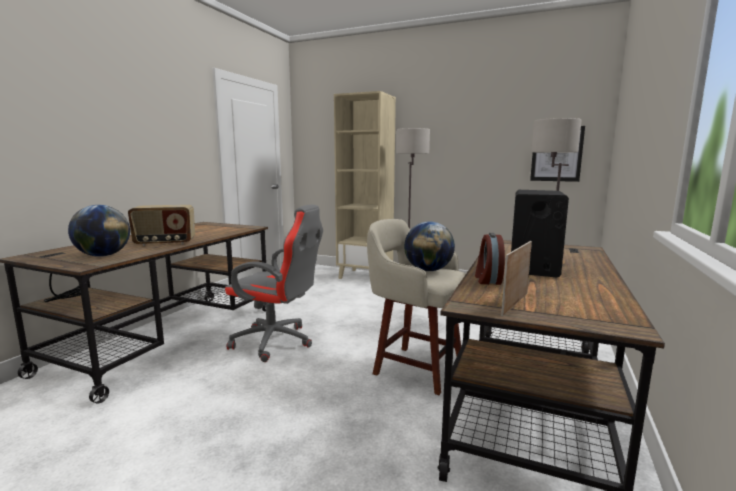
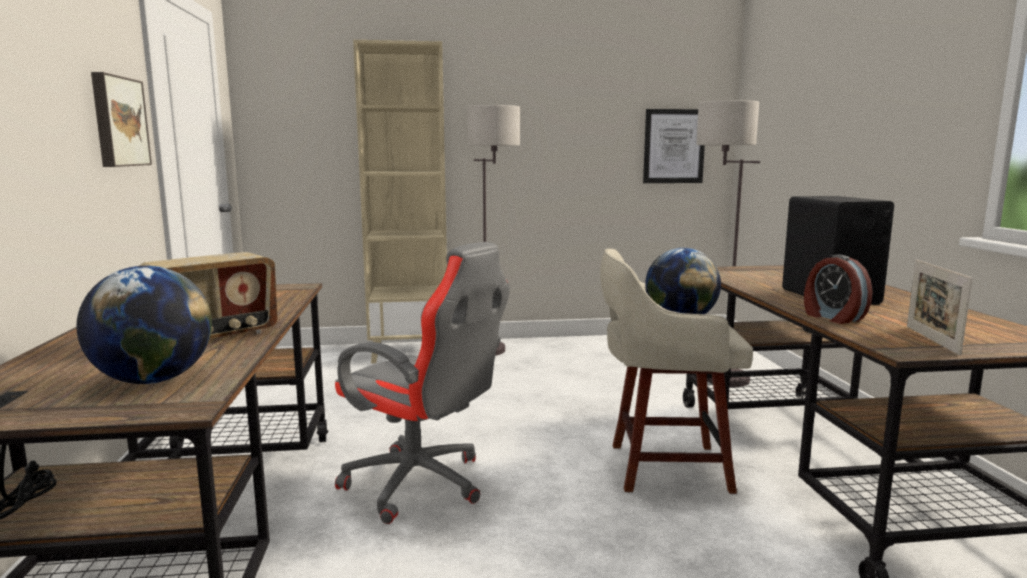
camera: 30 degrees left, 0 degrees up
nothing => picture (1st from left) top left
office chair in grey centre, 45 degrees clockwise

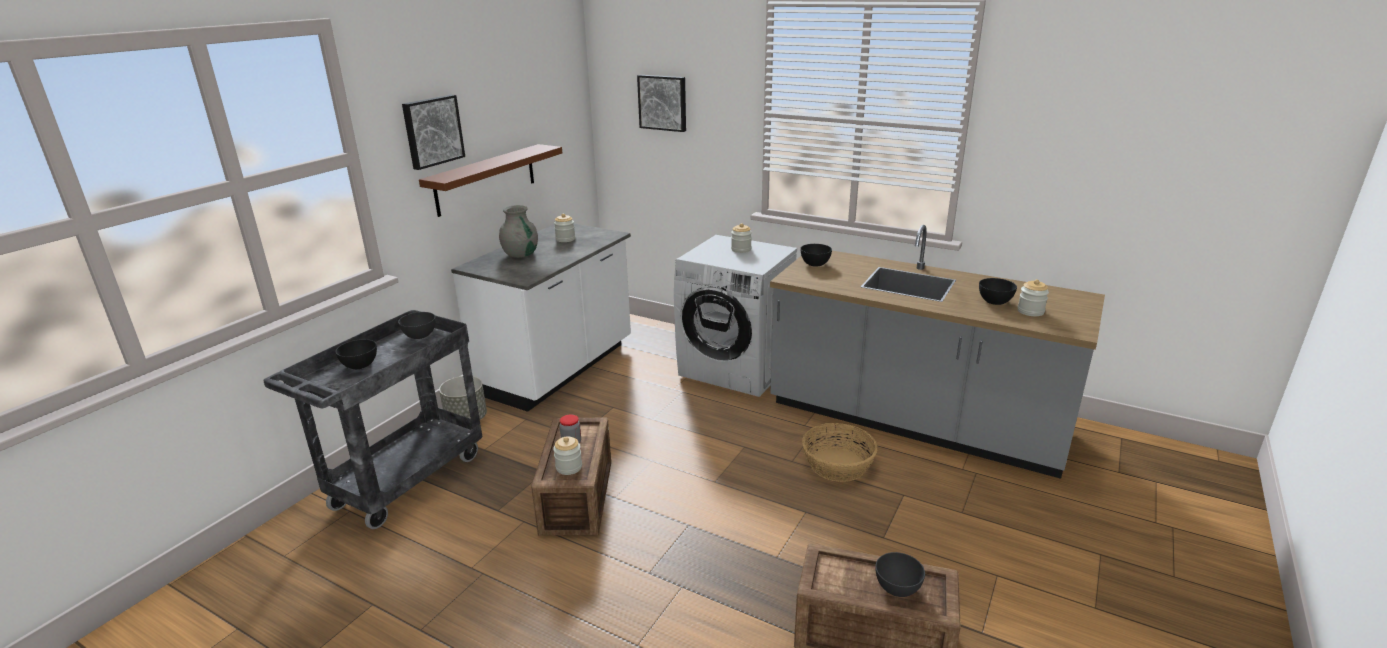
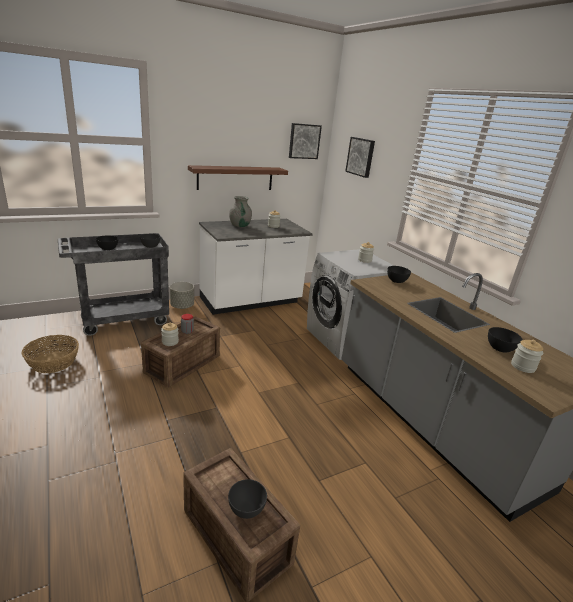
camera: 30 degrees right, 0 degrees up
basket bottom centre => basket middle left, moved
picture (1st from left) top left => picture (1st from left) top centre, moved

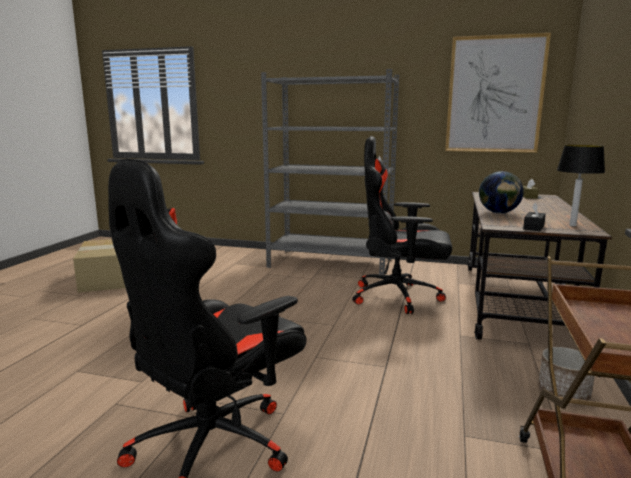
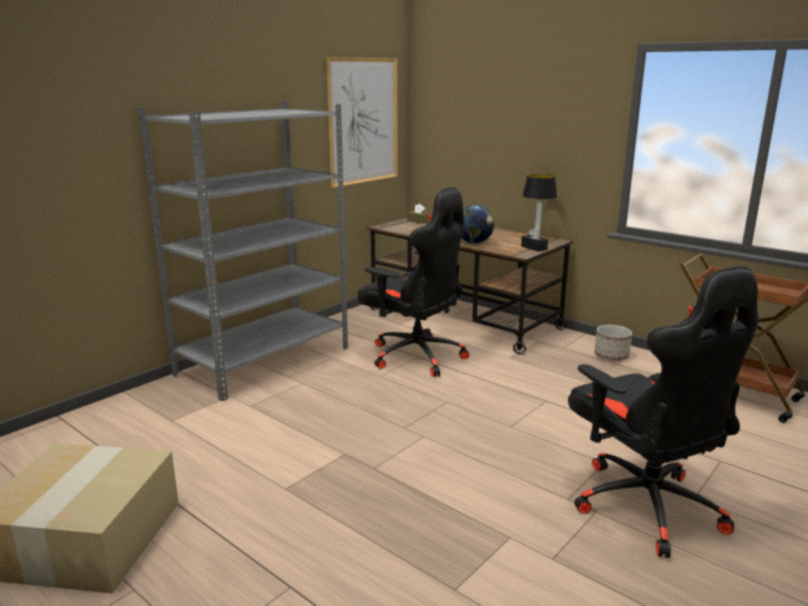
camera: 65 degrees left, 5 degrees up
office chair in black (2nd from left in the first image) centre => office chair in black (1st from left) centre, 90 degrees counterclockwise

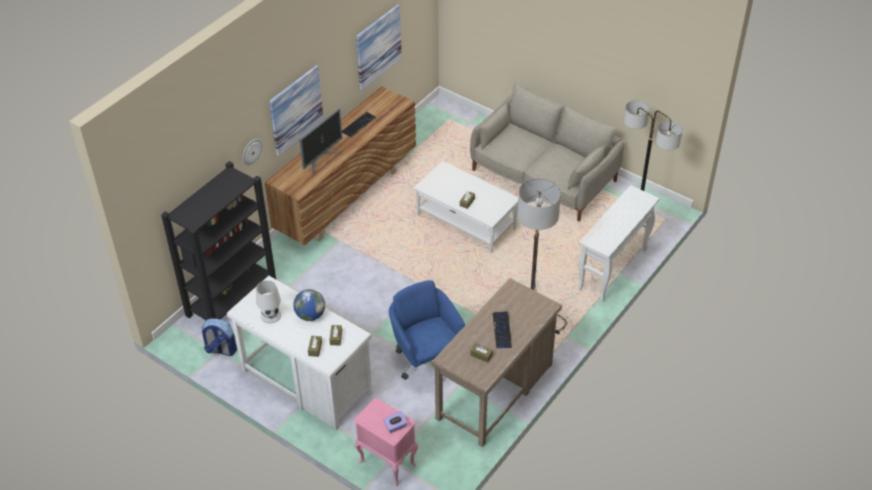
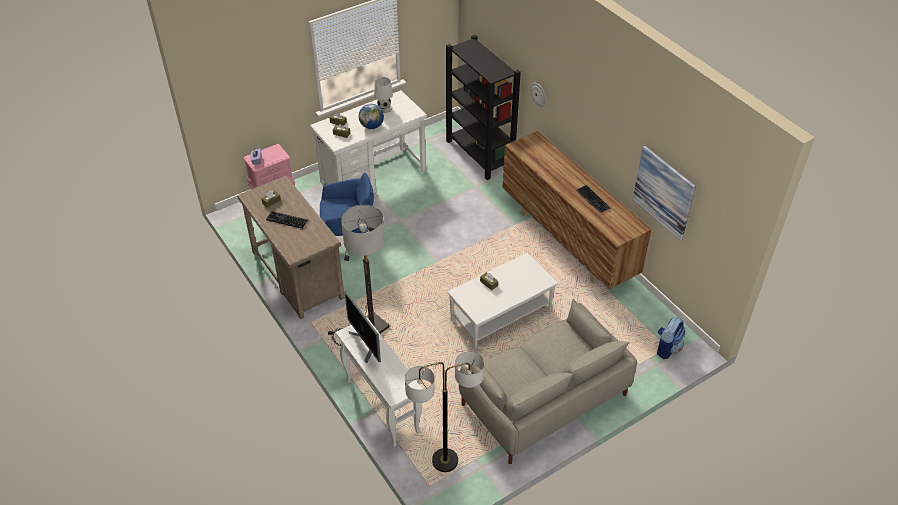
camera: 110 degrees right, 0 degrees up
monitor top centre => monitor centre, moved
backpack bottom left => backpack bottom right, moved
picture (1st from left) top centre => nothing

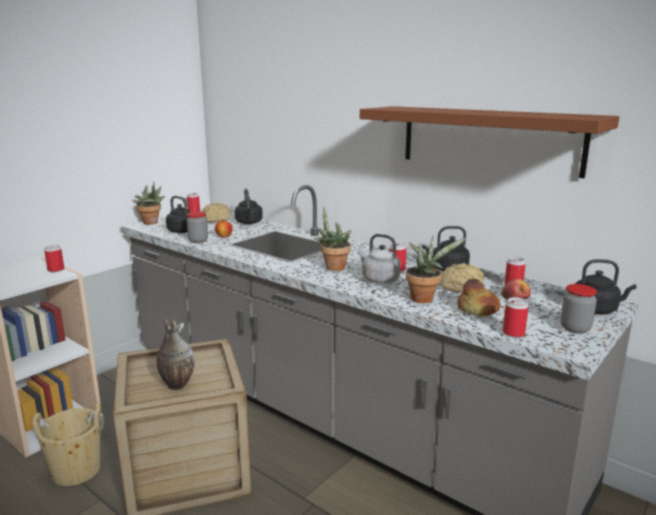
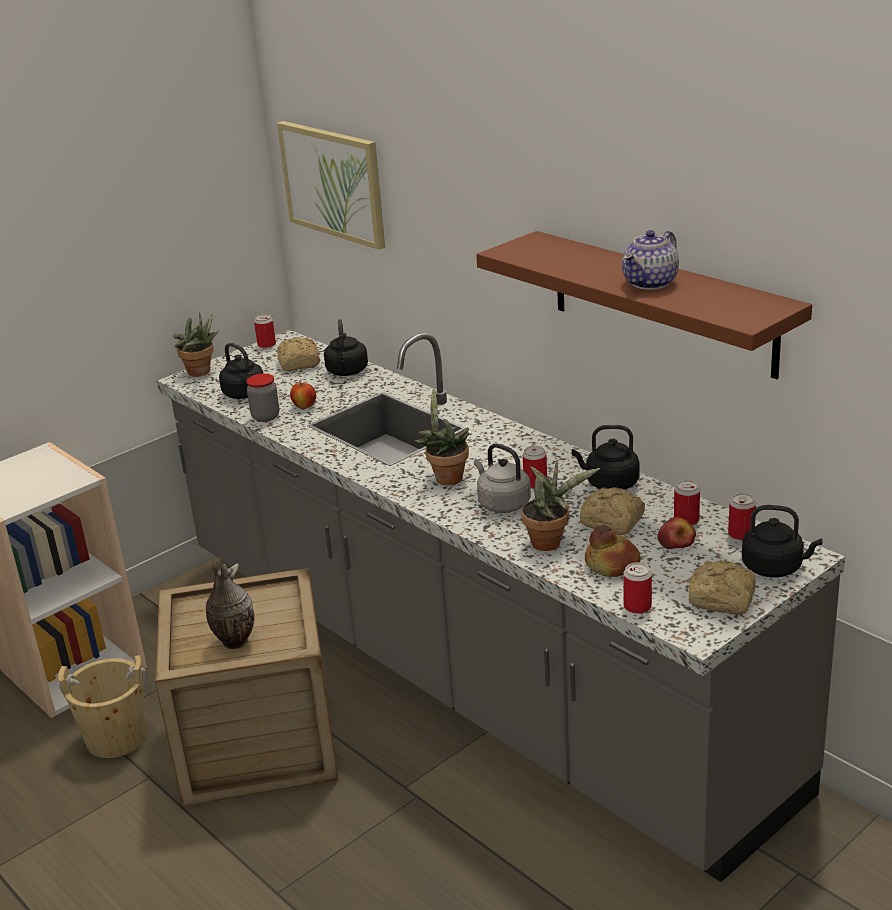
camera: 10 degrees right, 10 degrees up
nothing => picture top centre
nothing => teapot top right
jar (2nd from left) middle right => bread (4th from left) middle right
can (1st from left in the first image) middle left => can (5th from left) middle right, moved

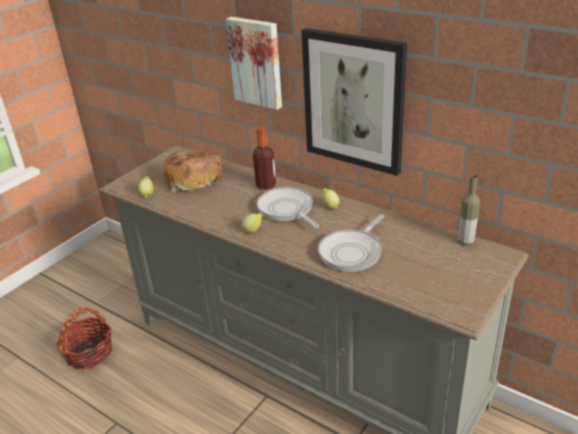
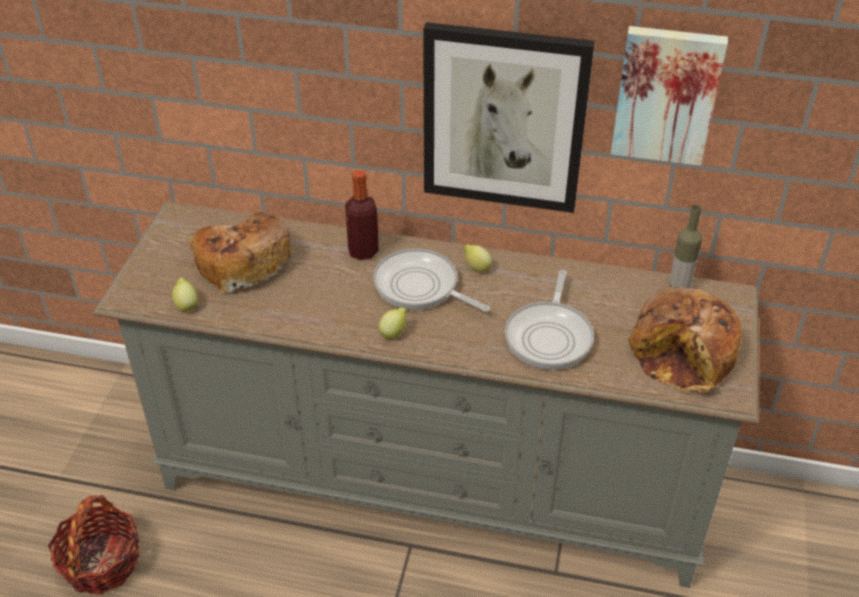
camera: 25 degrees left, 10 degrees up
picture (1st from left in the first image) top centre => picture (2nd from left) top right, moved
nothing => bread (2nd from left) middle right

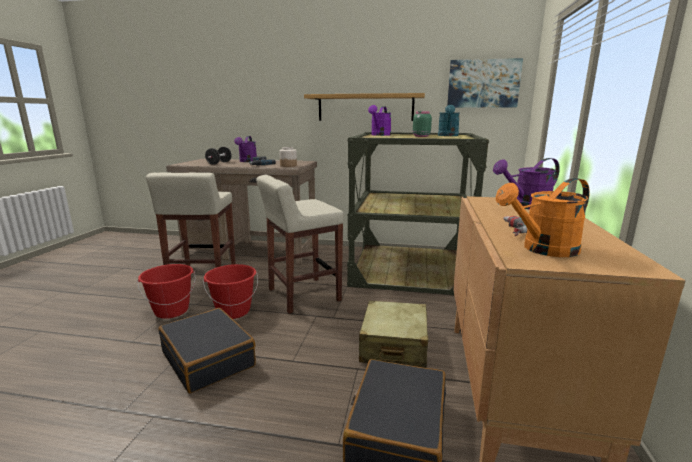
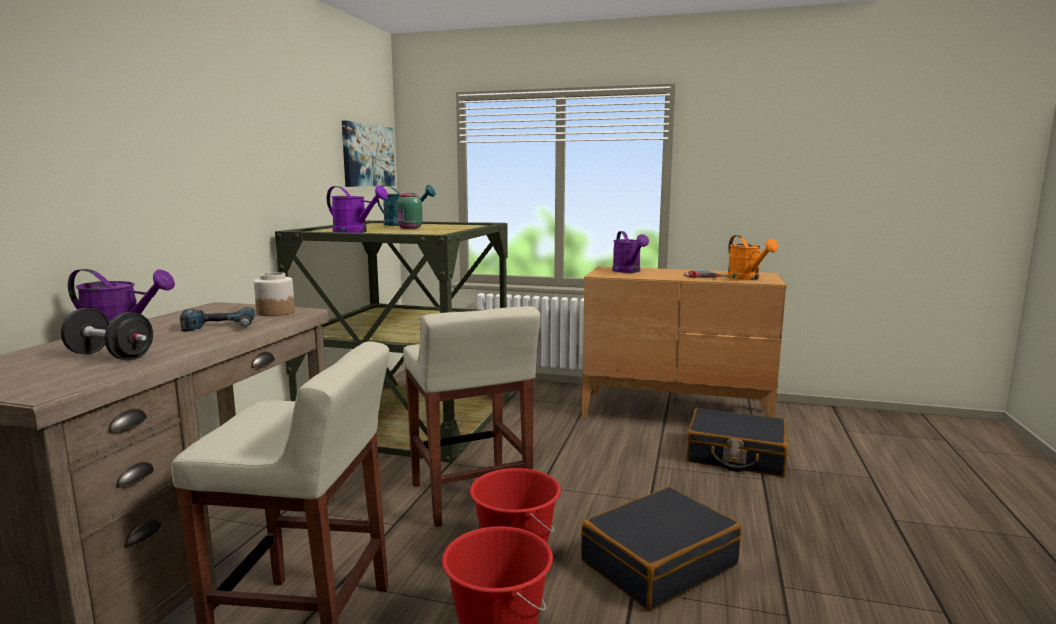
camera: 85 degrees left, 5 degrees down
shelf top centre => nothing
suitcase in beige bottom centre => nothing

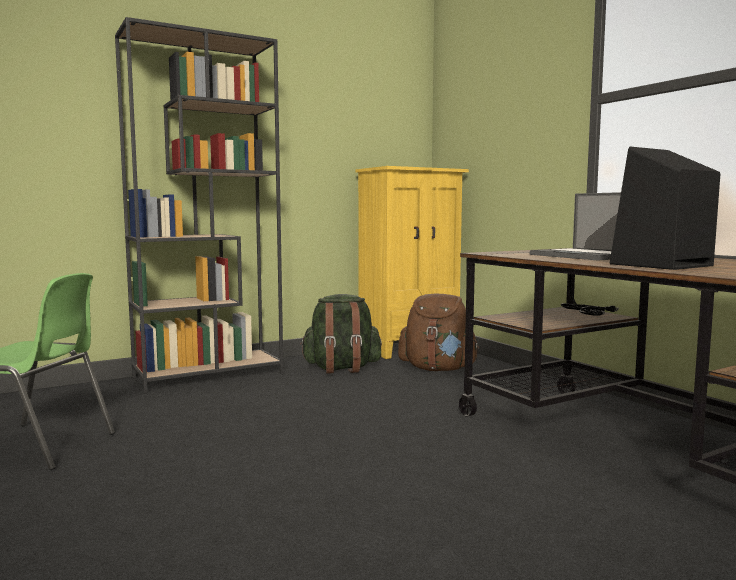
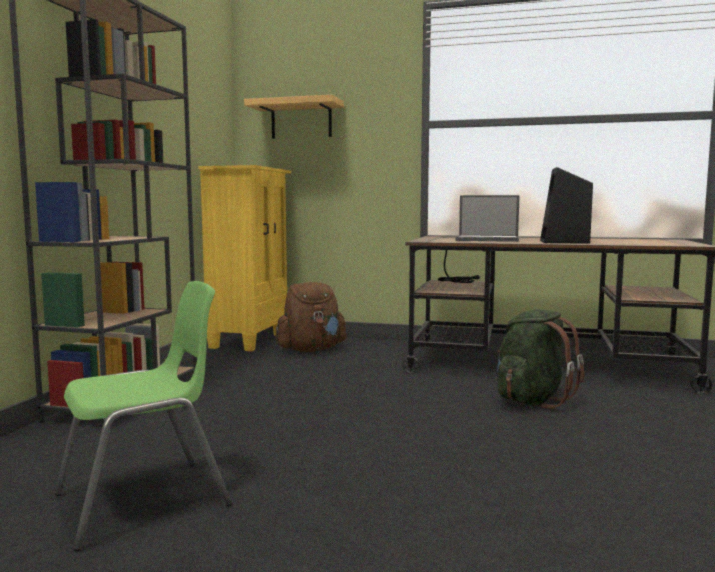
camera: 45 degrees left, 0 degrees up
nothing => shelf top centre
backpack in green centre => backpack in green middle right, moved

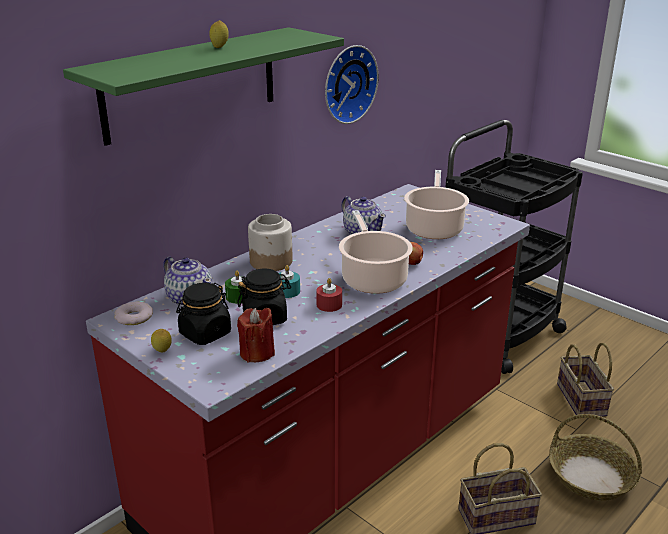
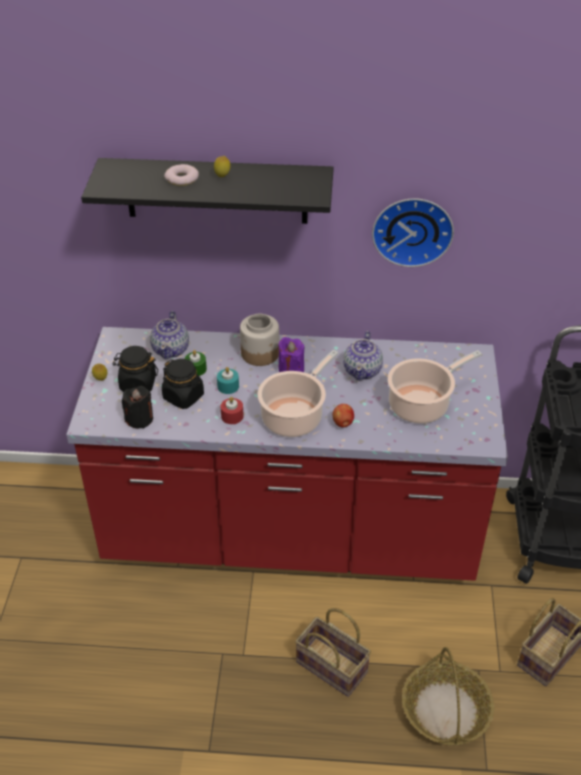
camera: 50 degrees right, 15 degrees up
shelf in green top left => shelf in black top centre
candle in red (1st from left) centre => candle in black middle left
donut middle left => donut top left, moved
nothing => candle in purple centre

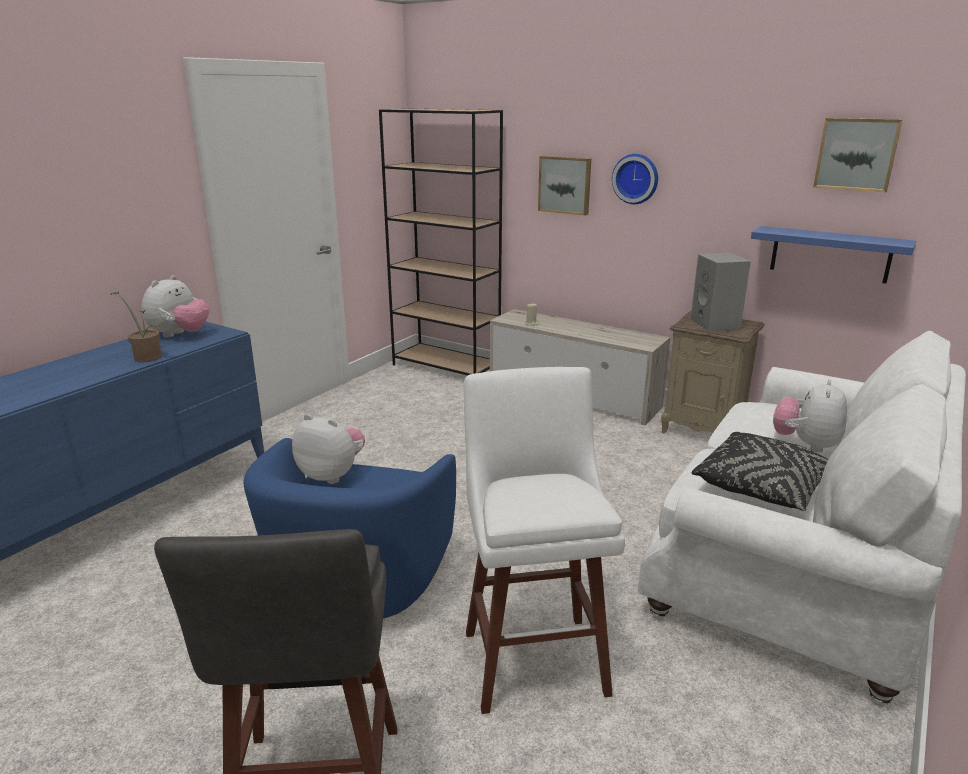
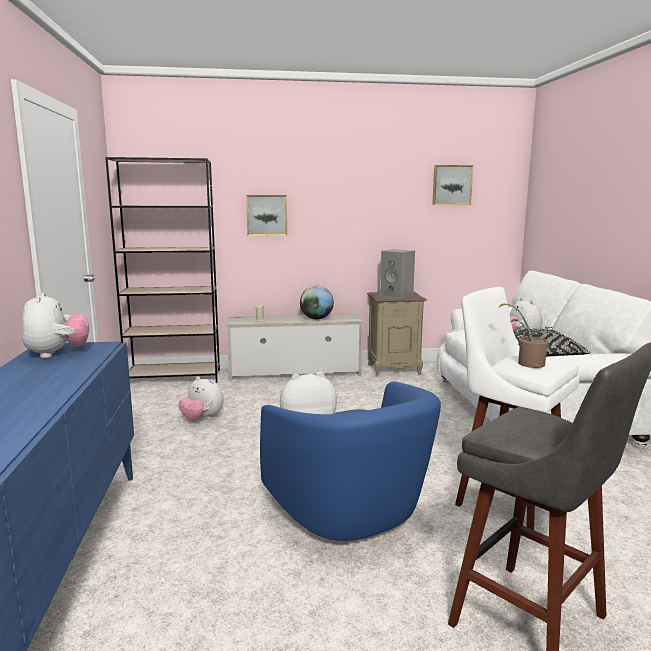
camera: 40 degrees left, 10 degrees down
nothing => plush toy (2nd from left) middle left
nothing => globe centre
potted plant middle left => potted plant middle right, moved
wall clock top centre => nothing
shelf in blue top right => nothing

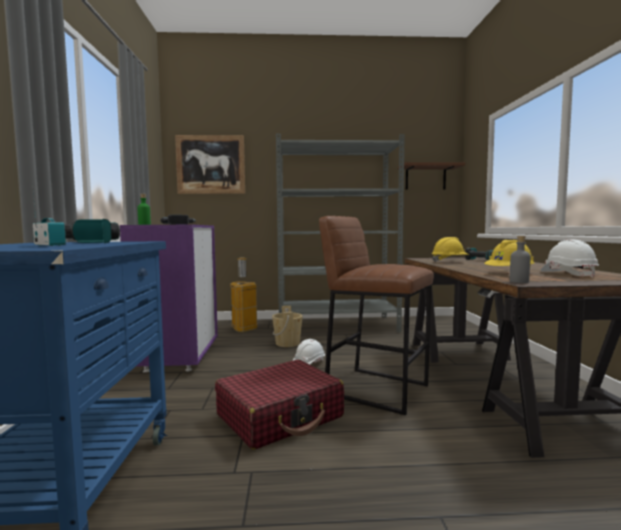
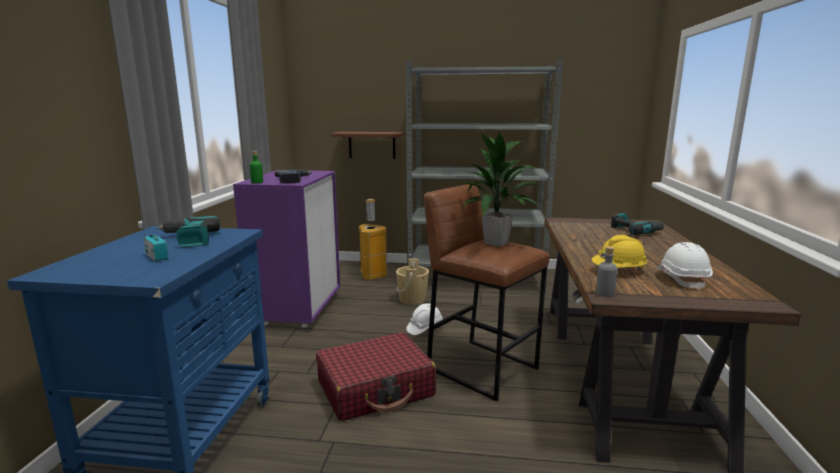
camera: 10 degrees right, 10 degrees up
shelf in brown top right => shelf in brown top centre, moved
nothing => potted plant centre
picture top centre => nothing
hard hat in yellow (1st from left) middle right => nothing

